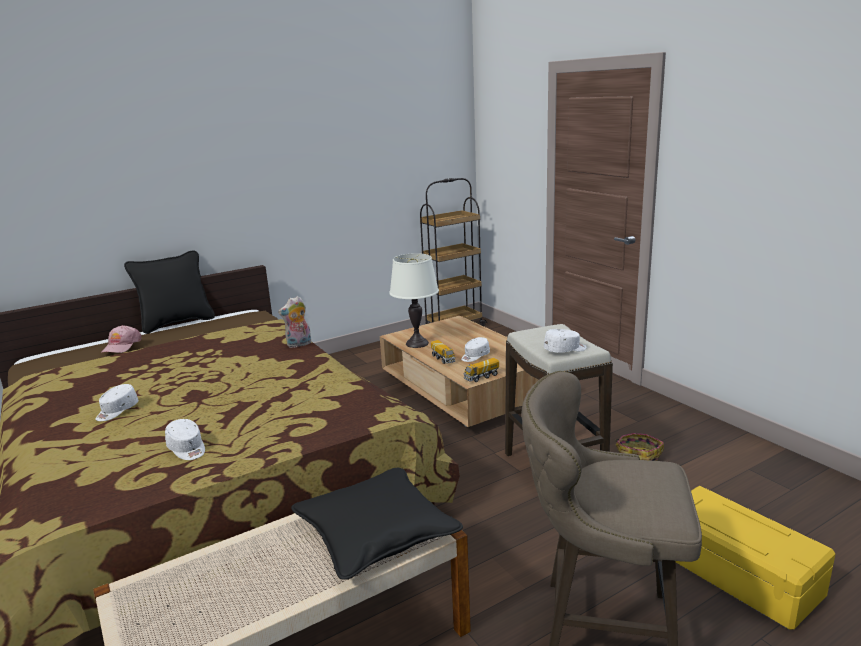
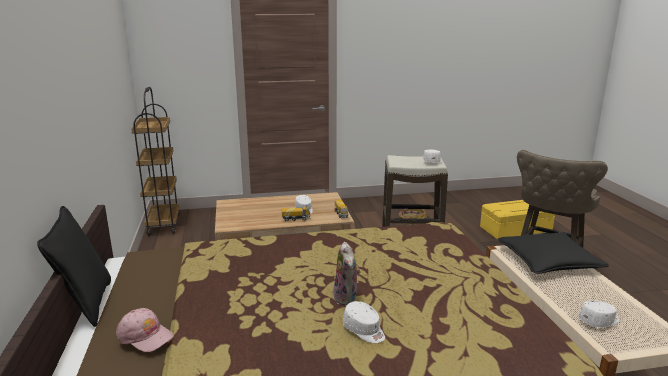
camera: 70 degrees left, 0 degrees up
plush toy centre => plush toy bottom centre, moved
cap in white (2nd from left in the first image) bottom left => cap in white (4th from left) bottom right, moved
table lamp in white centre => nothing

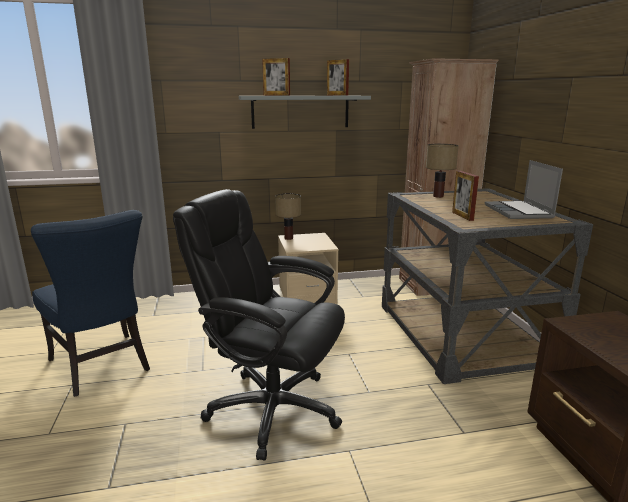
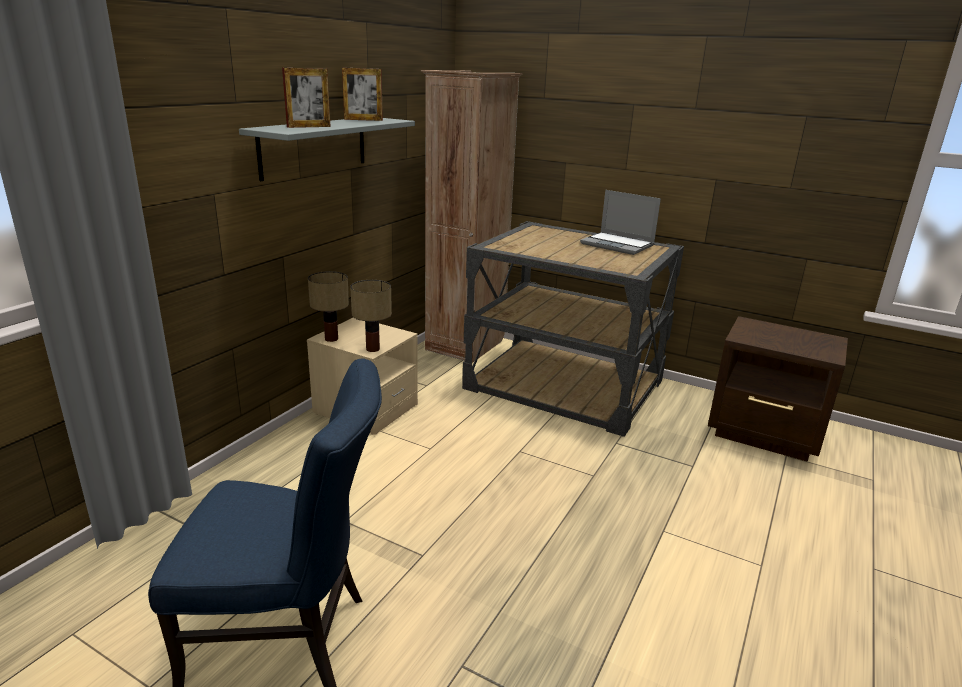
camera: 50 degrees left, 5 degrees up
table lamp (2nd from left) middle right => table lamp (2nd from left) centre, moved
office chair in black centre => nothing
picture frame (3rd from left) middle right => nothing

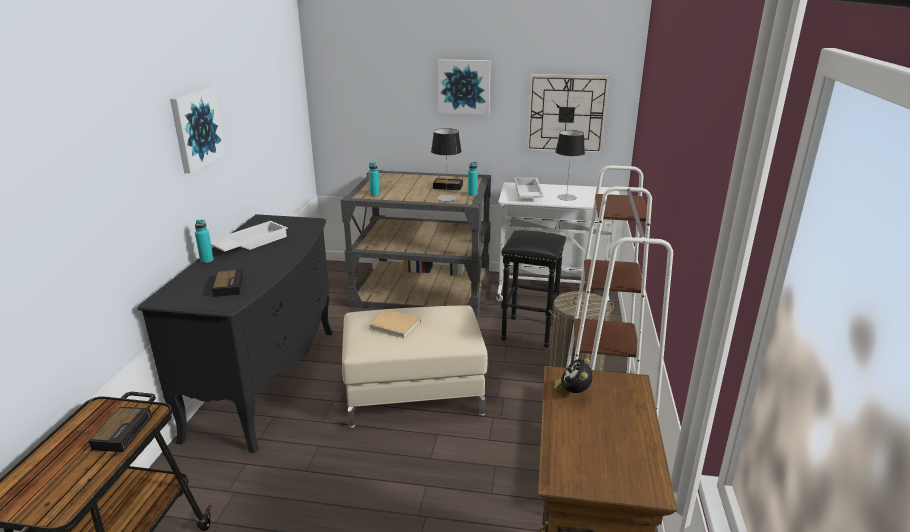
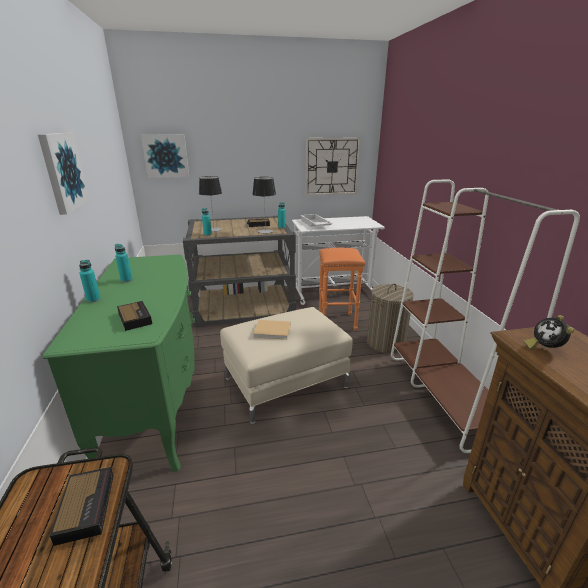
camera: 20 degrees left, 0 degrees up
dresser in black middle left => dresser in green middle left
tray in white (1st from left) middle left => bottle in turquoise (2nd from left) middle left
picture (2nd from left) top centre => picture (2nd from left) top left, moved
table lamp (2nd from left in the first image) top centre => table lamp (1st from left) centre, moved
stool in black centre => stool in orange centre

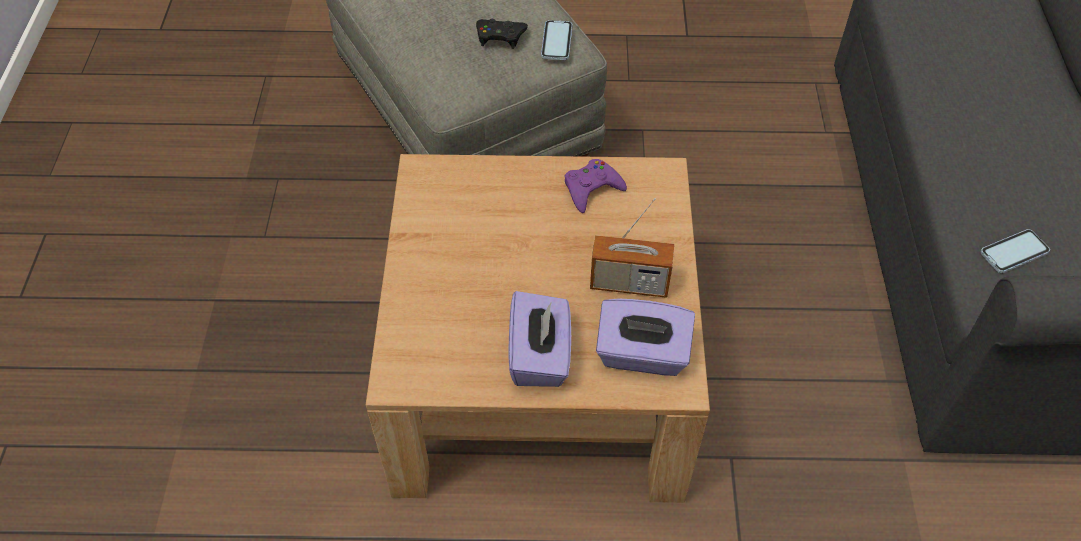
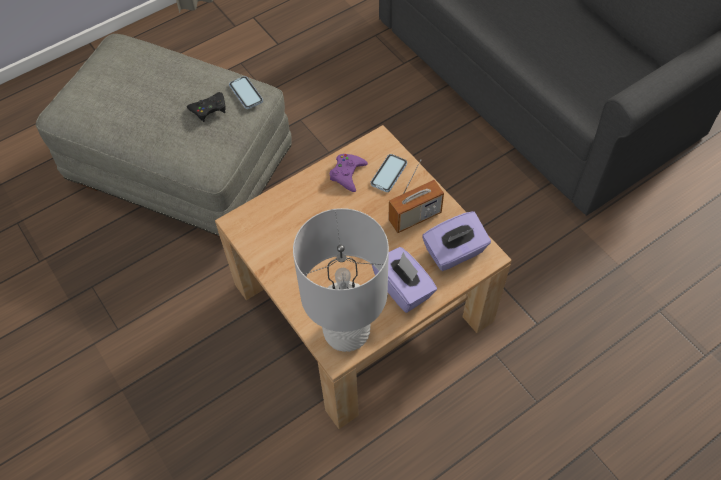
camera: 35 degrees left, 5 degrees up
nothing => table lamp in grey centre
phone (2nd from left) middle right => phone (2nd from left) centre, moved

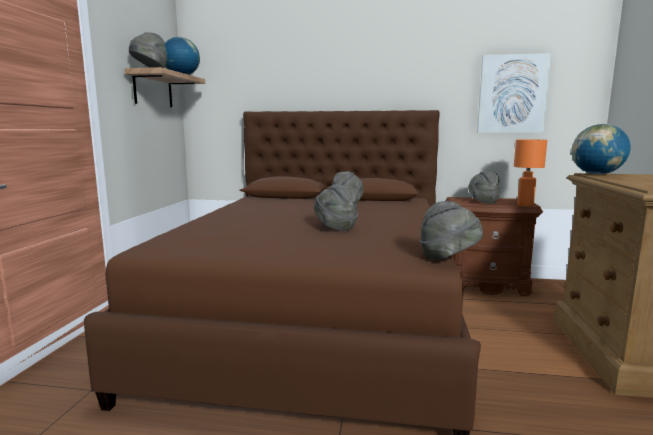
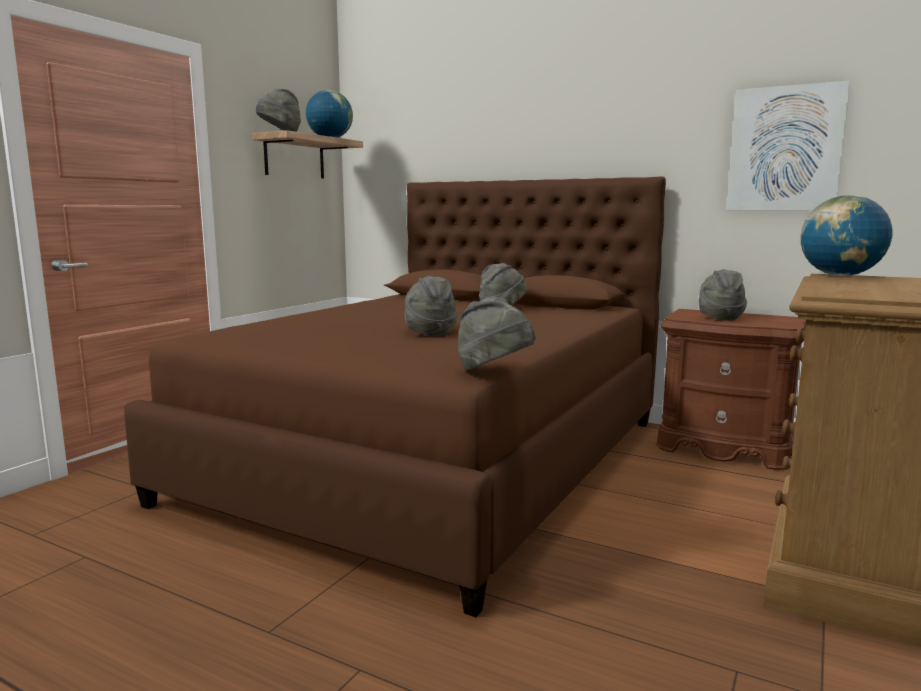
camera: 20 degrees right, 0 degrees up
table lamp in orange middle right => nothing

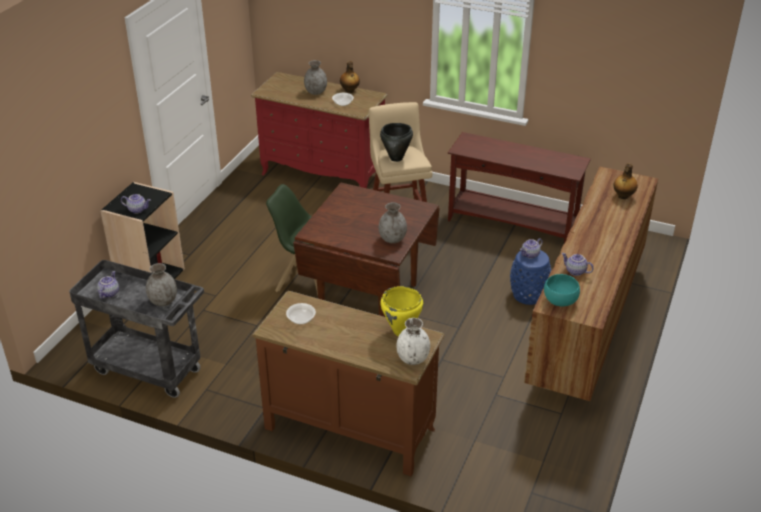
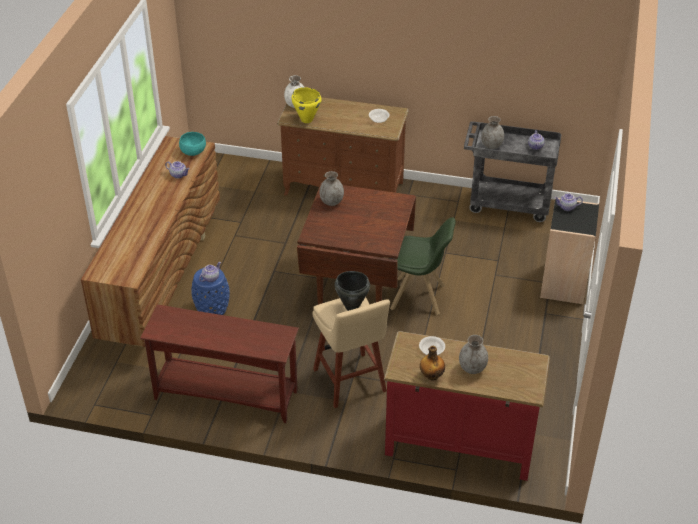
camera: 170 degrees right, 5 degrees up
bottle (2nd from left) middle right => nothing

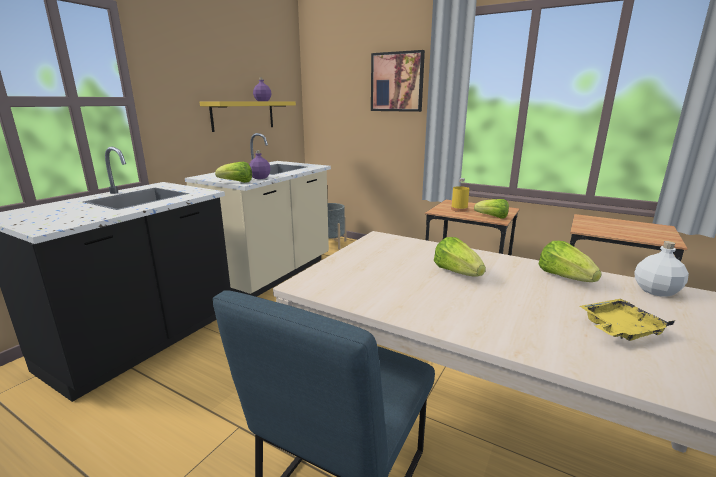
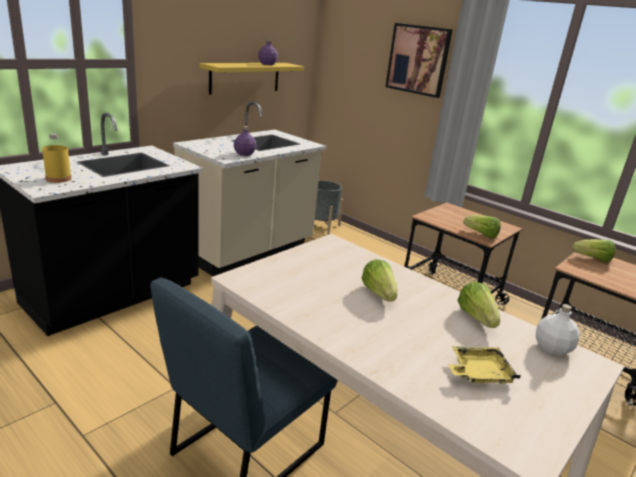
camera: 10 degrees right, 5 degrees up
bottle in yellow centre => bottle in yellow top left, moved
lettuce (1st from left in the first image) middle left => lettuce (4th from left) middle right, moved

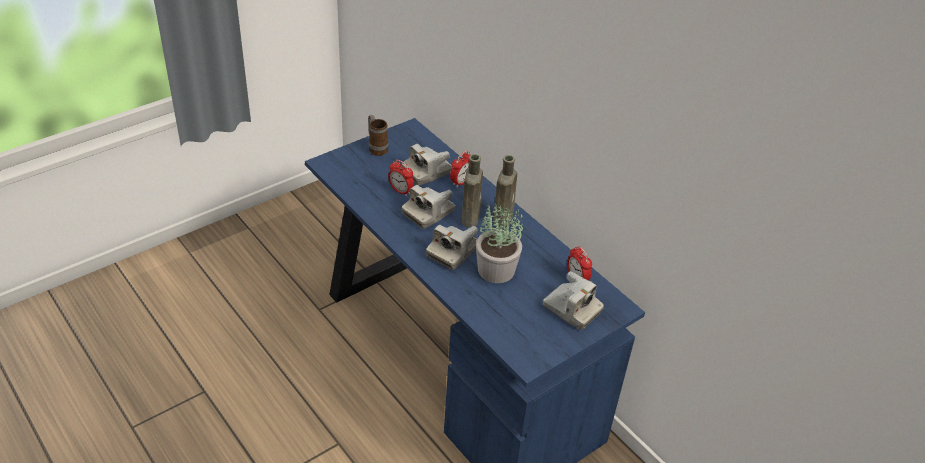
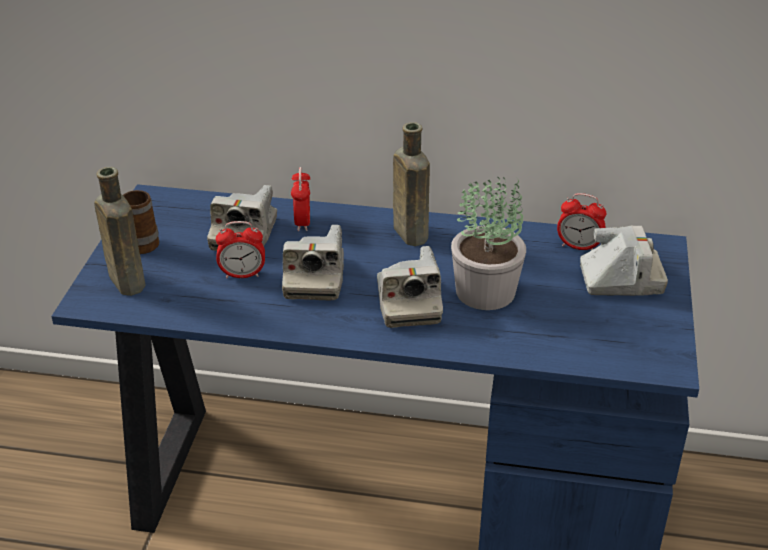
camera: 40 degrees left, 5 degrees down
bottle in brown (1st from left) centre => bottle in brown (1st from left) middle left, moved

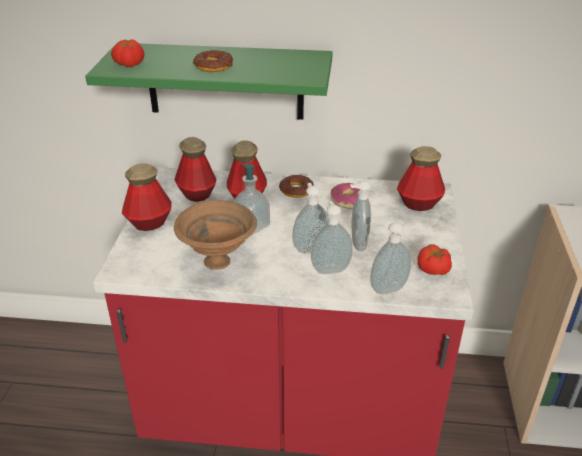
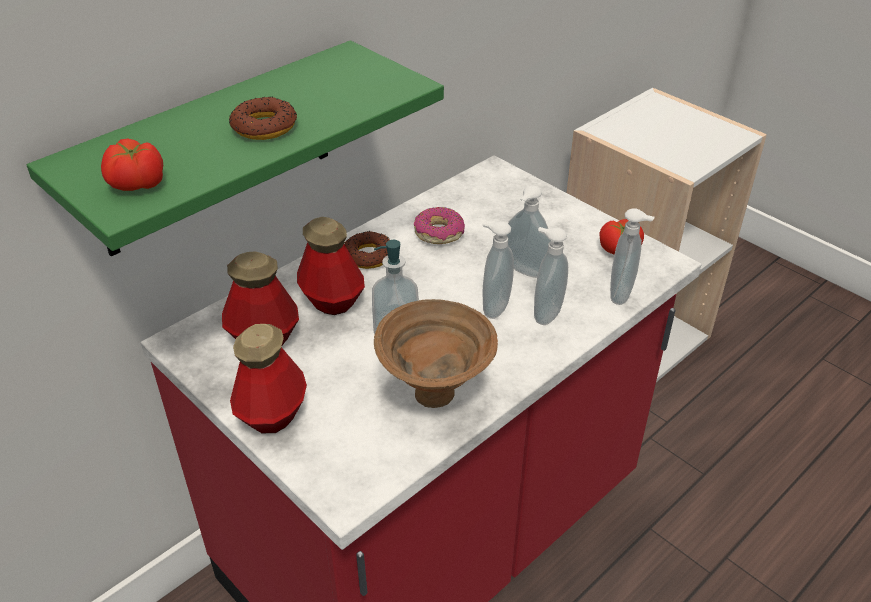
camera: 50 degrees left, 5 degrees up
bottle (4th from left) middle right => nothing

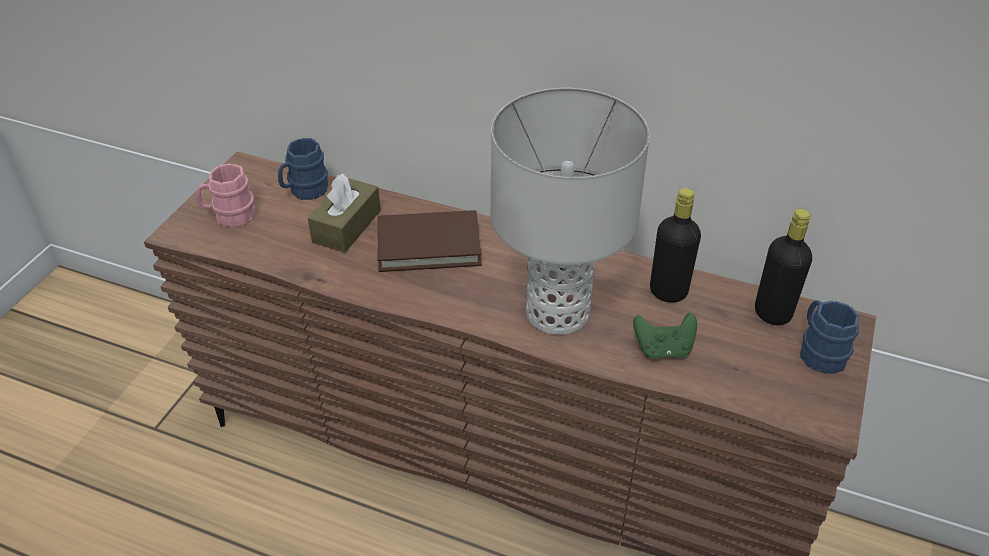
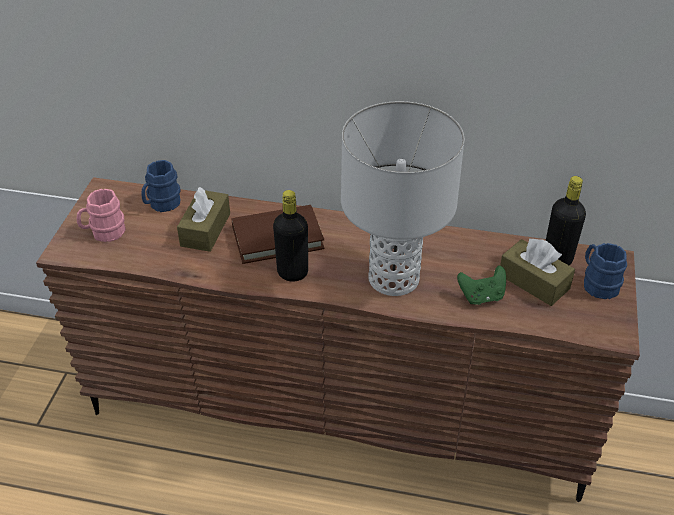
camera: 10 degrees left, 0 degrees up
bottle in black (1st from left) middle right => bottle in black (1st from left) centre, moved
nothing => tissue box in brown (2nd from left) middle right

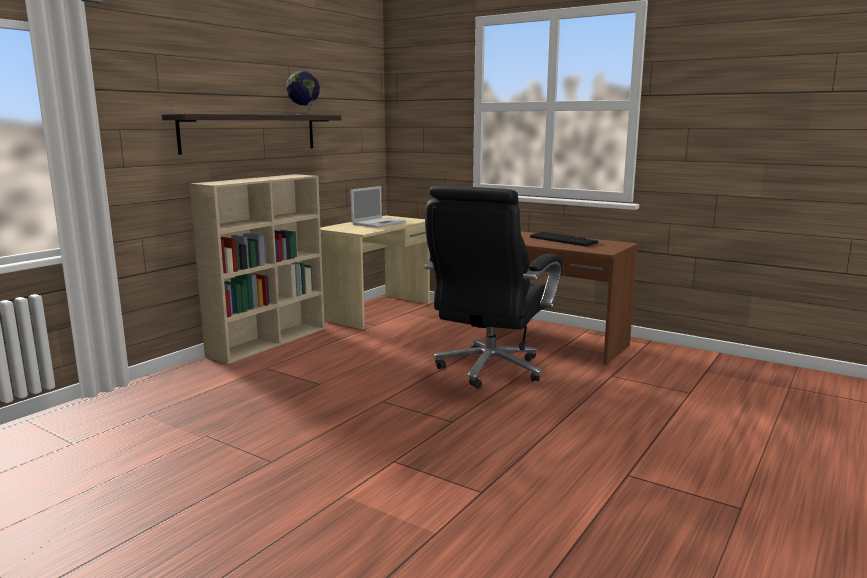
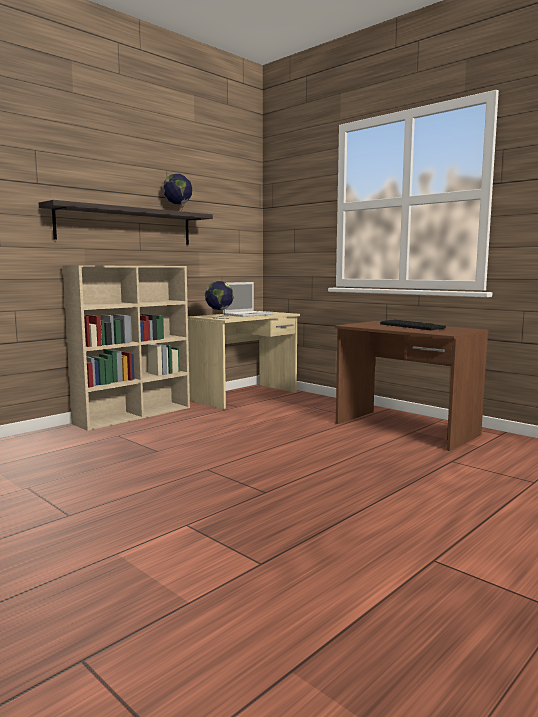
camera: 10 degrees right, 5 degrees down
nothing => globe (2nd from left) centre
office chair in black centre => nothing

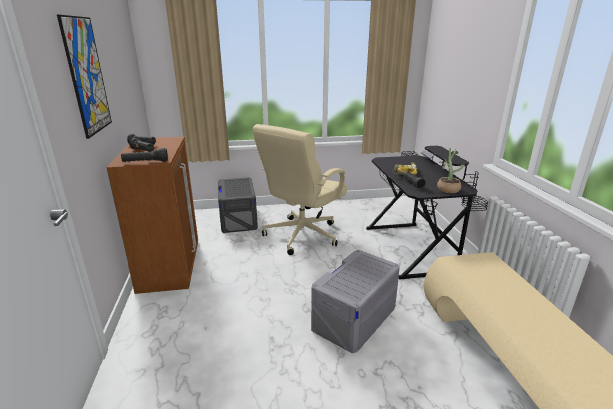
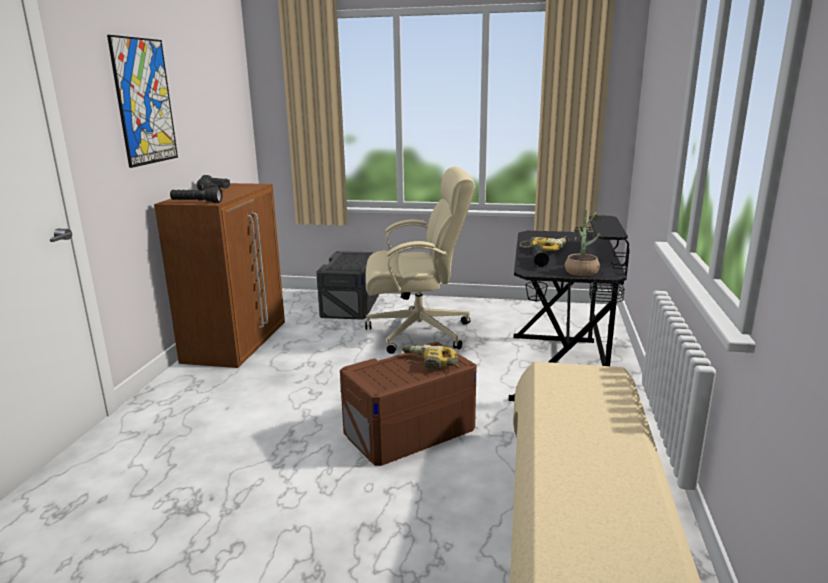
camera: 20 degrees right, 5 degrees down
storage box in grey (2nd from left) bottom centre => storage box in brown bottom centre
office chair in beige centre, 150 degrees counterclockwise
nothing => power drill (1st from left) centre

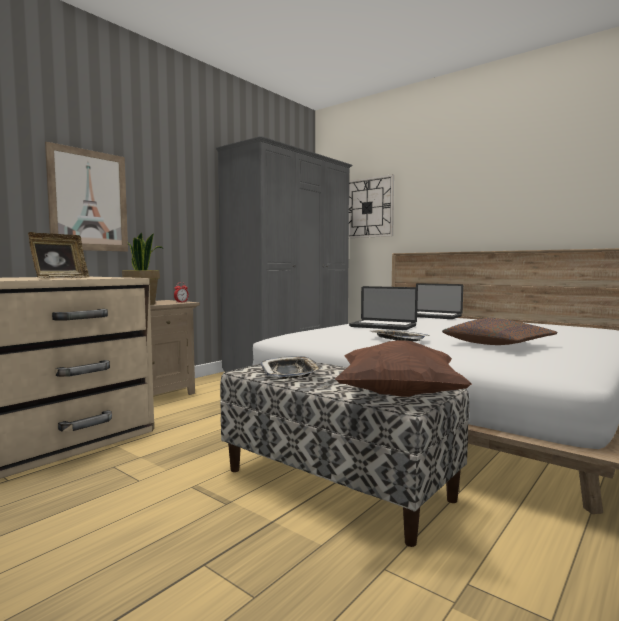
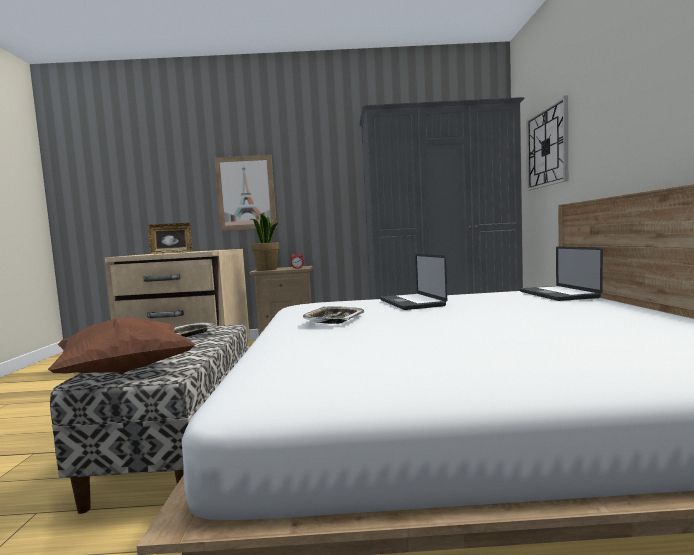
camera: 50 degrees right, 0 degrees up
pillow in brown (2nd from left) middle right => nothing

